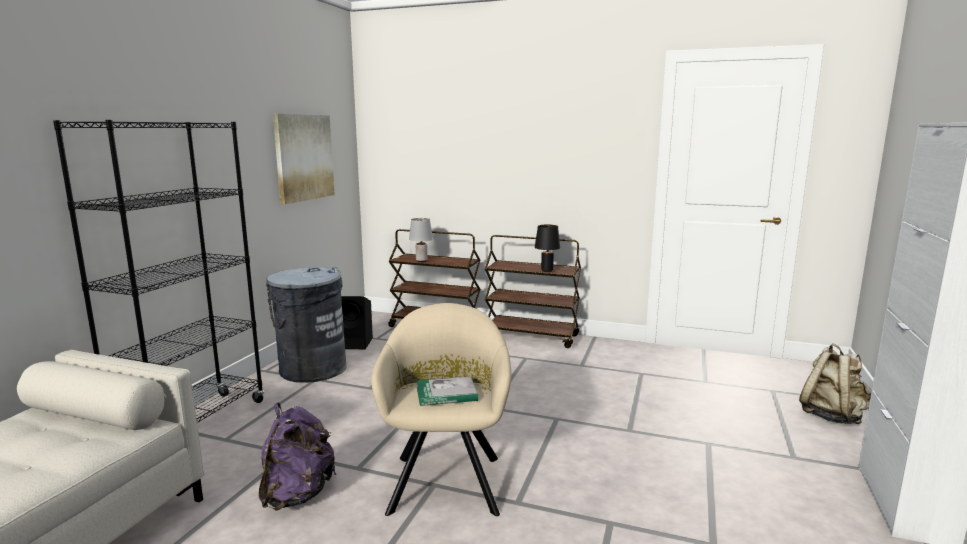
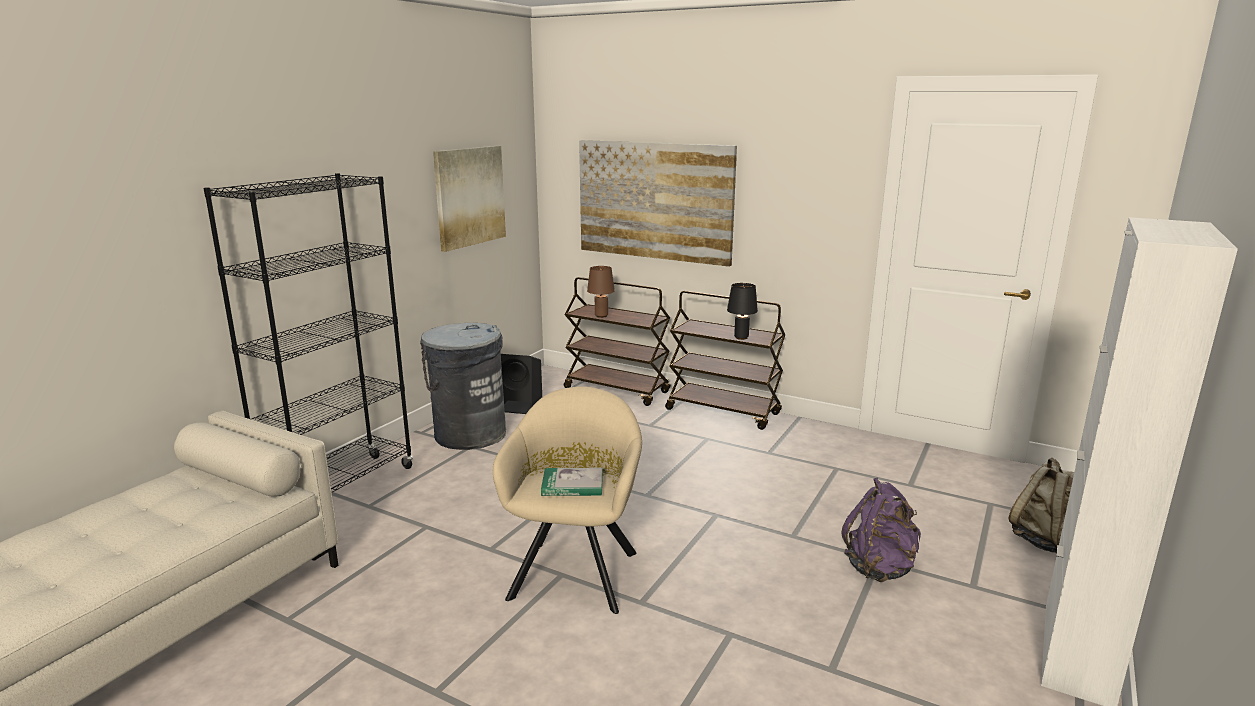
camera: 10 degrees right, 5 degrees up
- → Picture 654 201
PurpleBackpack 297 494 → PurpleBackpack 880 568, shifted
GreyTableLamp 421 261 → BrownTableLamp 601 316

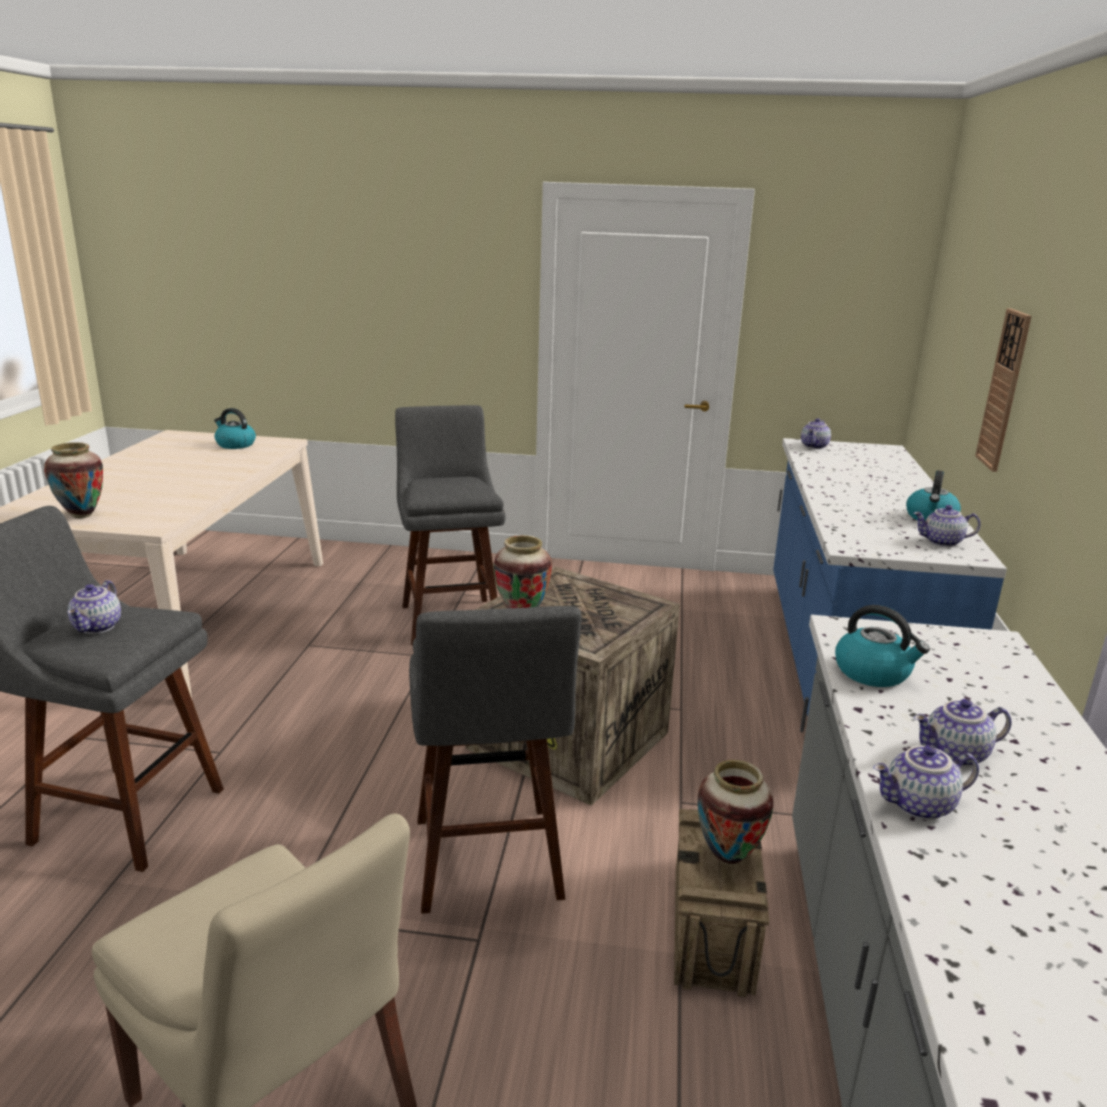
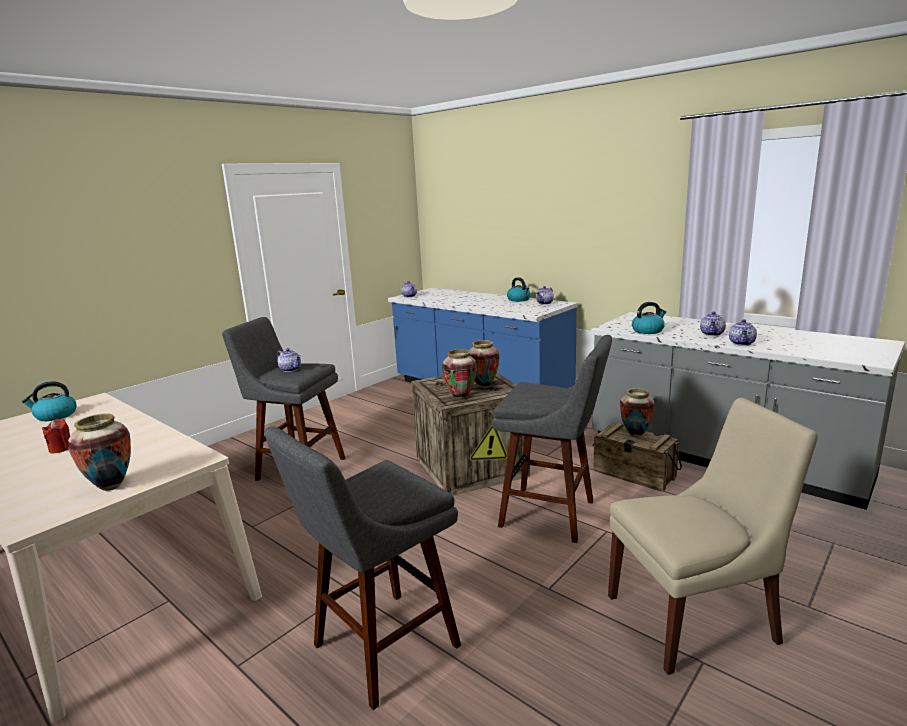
camera: 55 degrees left, 5 degrees down
WallClock 1004 390 → -
- → RedCandle 61 449
- → Vase 483 386
Teapot 98 627 → Teapot 291 369, shifted

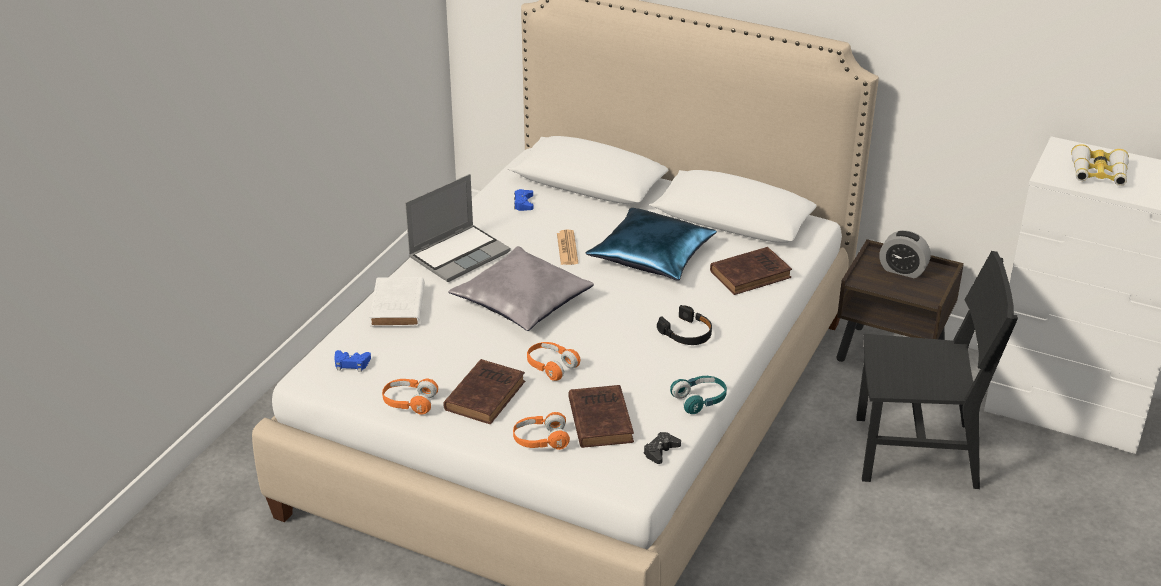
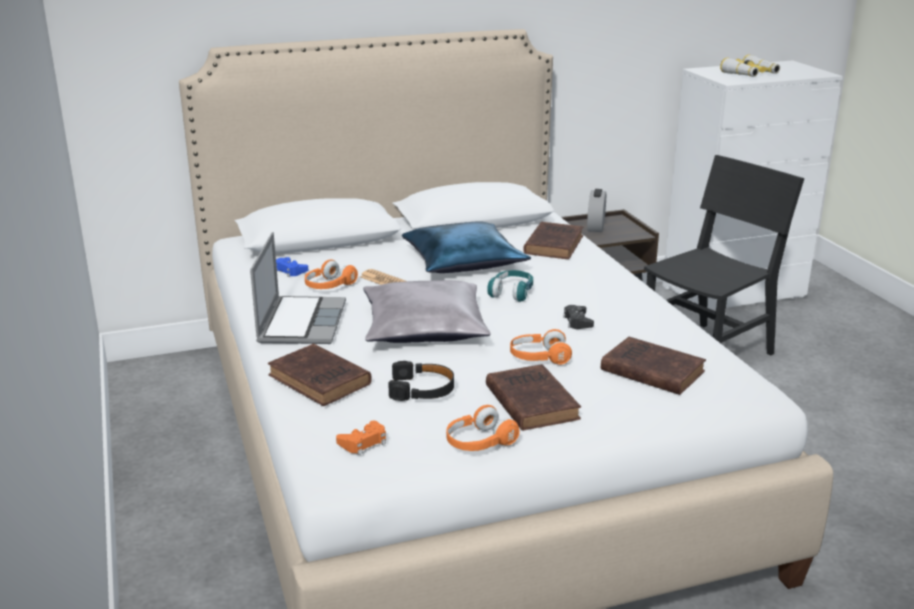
camera: 45 degrees left, 10 degrees down
OrangeHeadphones 540 440 → OrangeHeadphones 329 286, shifted
BlackGameController 661 451 → BlackGameController 577 321, shifted
BlackHeadphones 687 333 → BlackHeadphones 422 389, shifted
TurquoiseHeadphones 700 400 → TurquoiseHeadphones 512 293, shifted
BlueGameController 351 364 → OrangeGameController 363 442
WhiteBook 397 307 → BrownBook 321 381
AlarmClock 902 270 → AlarmClock 595 227, 120 degrees clockwise

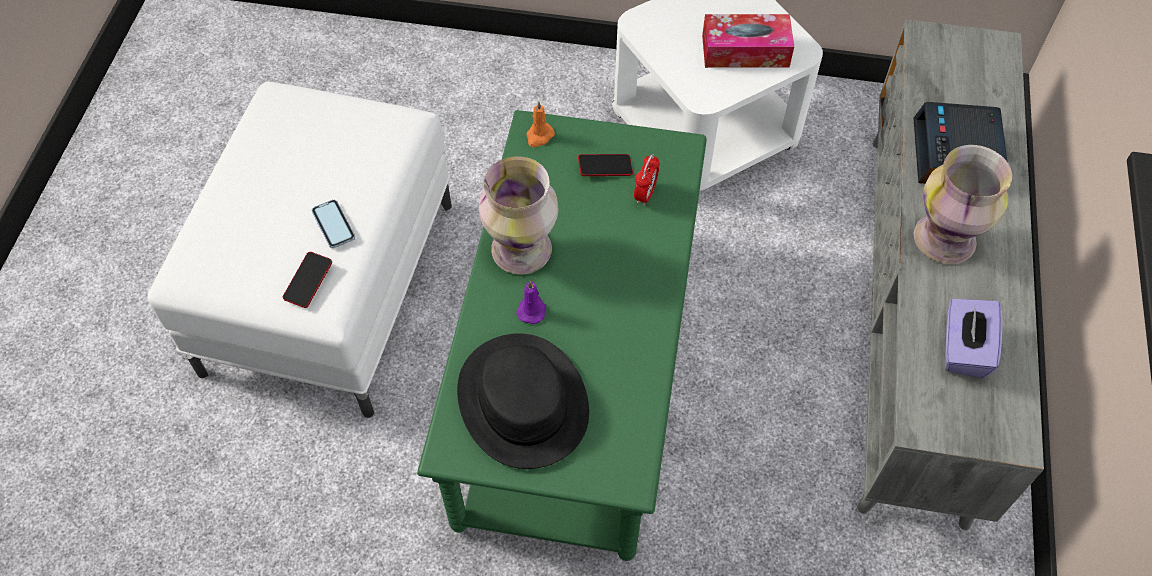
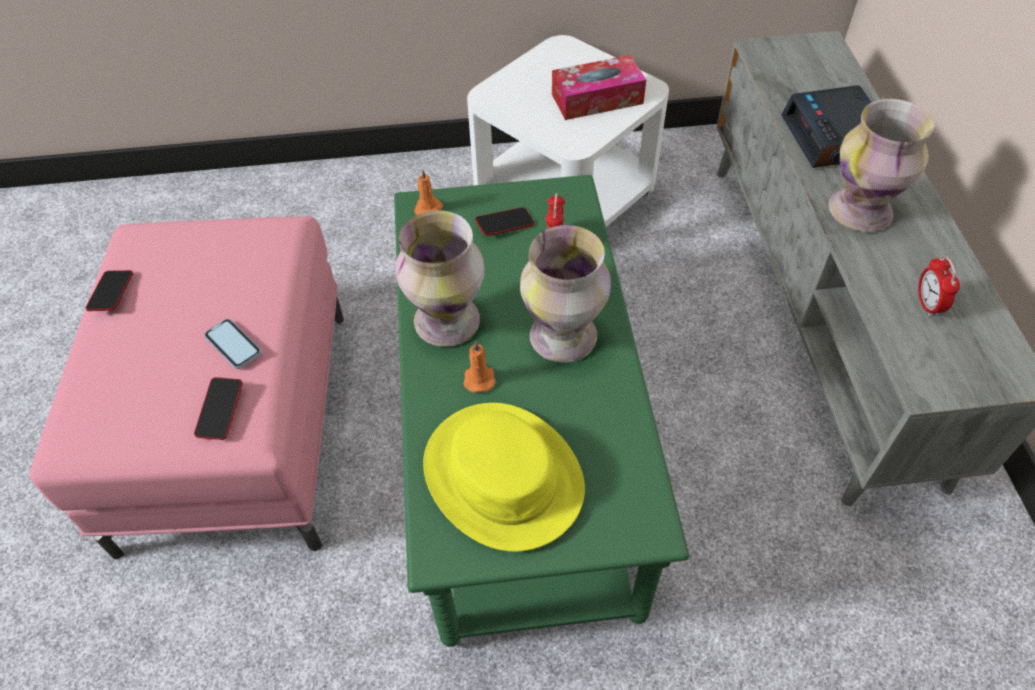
camera: 15 degrees left, 5 degrees down
- → Phone 111 293
- → Vase 562 338
PurpleTissueBox 963 349 → AlarmClock 927 305
WhiteOttoman 331 287 → PinkOttoman 240 427
BlackHat 523 401 → YellowHat 503 475
PurpleCandle 532 309 → OrangeCandle 479 378

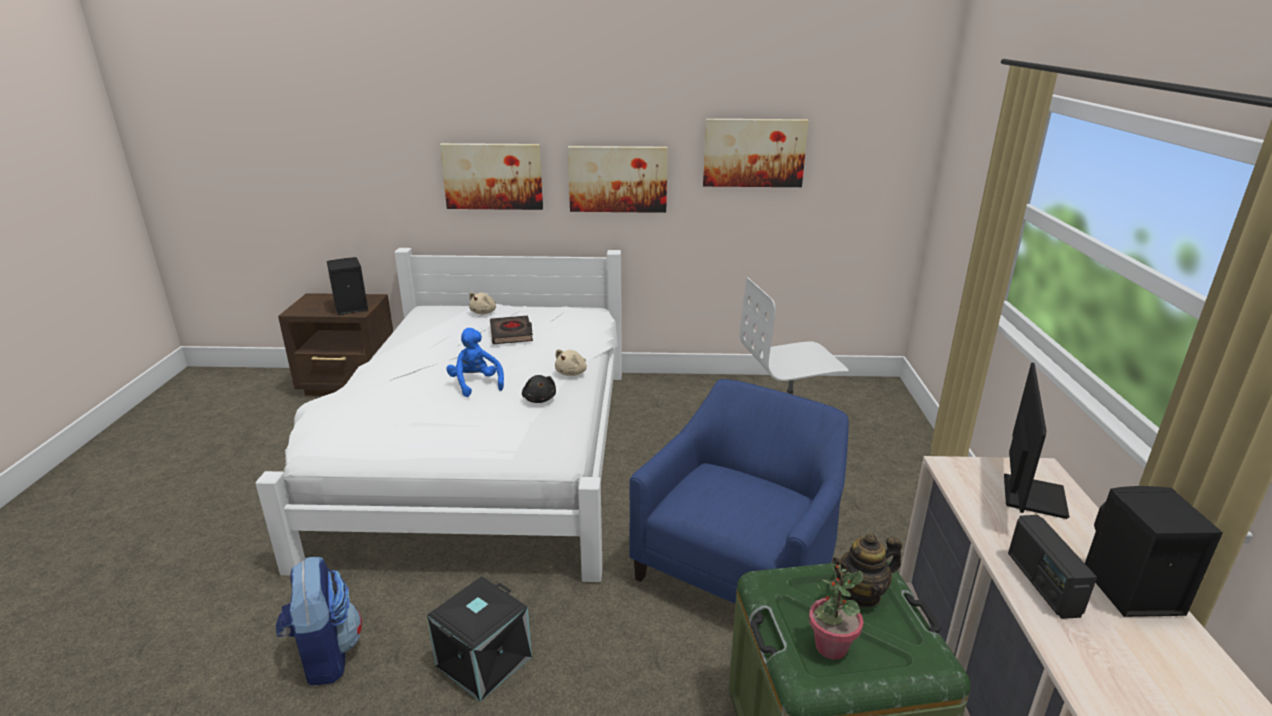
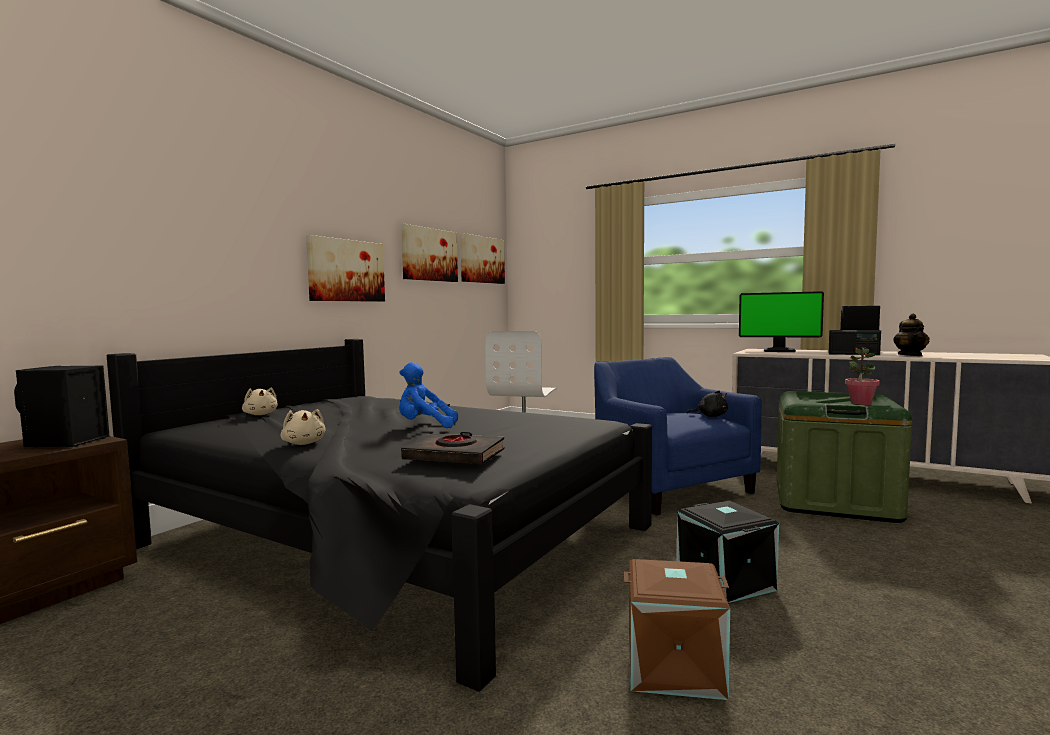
camera: 60 degrees left, 20 degrees down
Picture 493 176 → Picture 481 260, shifted
BlackBook 511 334 → BlackBook 455 456, shifted
BlackPlushToy 539 399 → BlackPlushToy 710 416, shifted
BeigePlushToy 572 373 → BeigePlushToy 304 443, shifted
Teapot 861 594 → Teapot 910 355, shifted
Backpack 325 655 → BrownStorageBox 673 667
WhiteBed 485 455 → BlackBed 395 537
Monitor 1029 495 → Monitor 779 351, 150 degrees clockwise

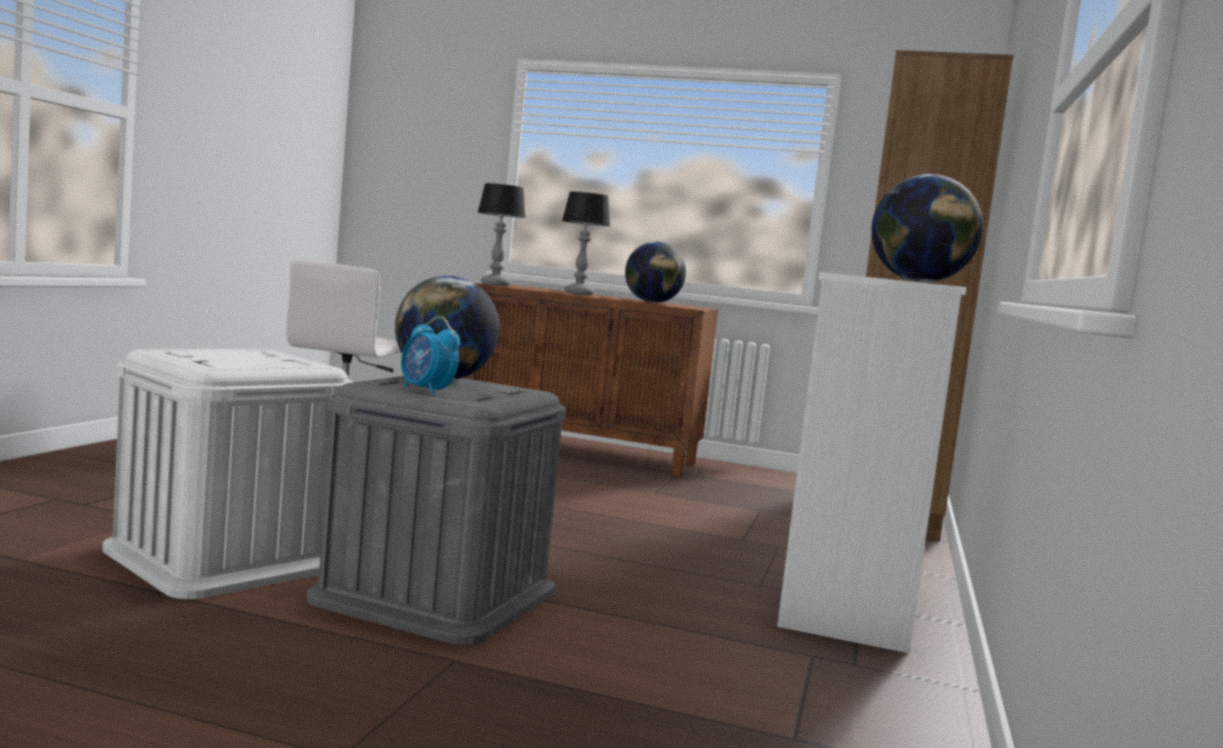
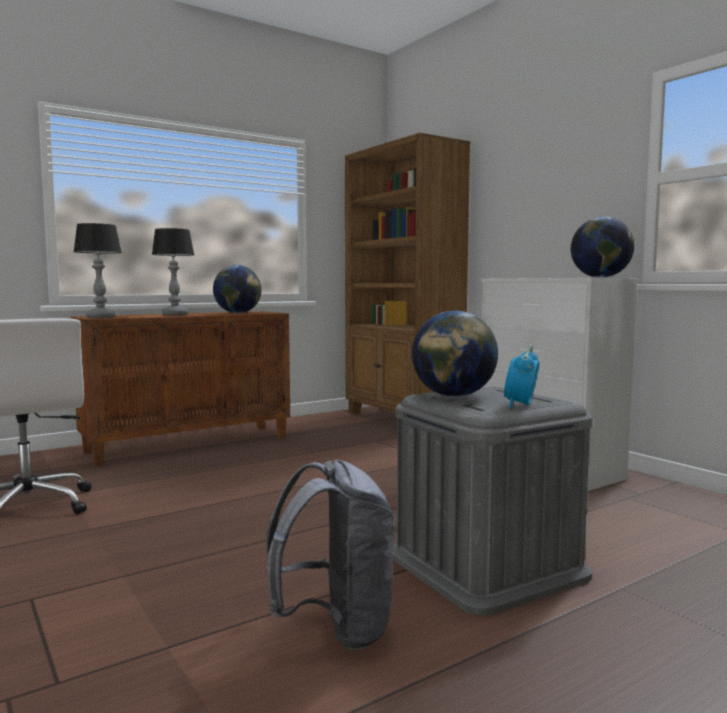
camera: 50 degrees left, 0 degrees up
WhiteStorageBox 227 557 → GreyBackpack 336 628
AlarmClock 426 391 → AlarmClock 520 405, 120 degrees clockwise

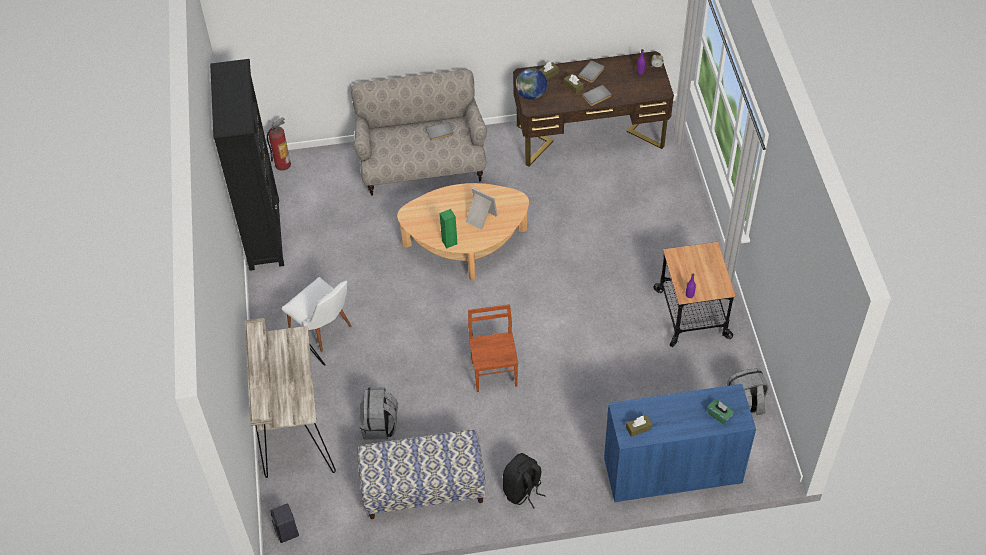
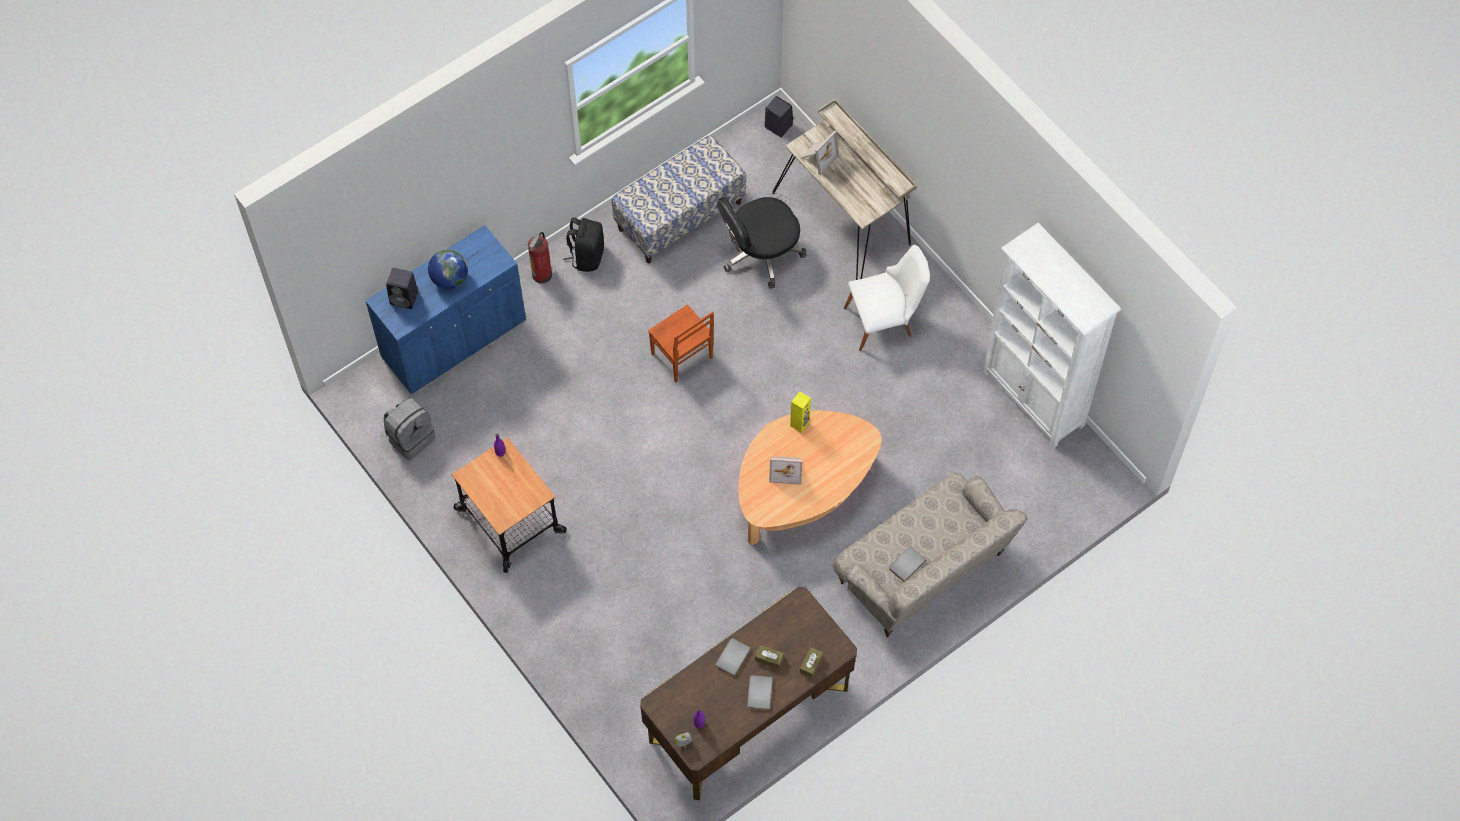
camera: 150 degrees right, 10 degrees up
BrownTissueBox 638 428 → -
- → PictureFrame 818 157
FireExtinguisher 283 164 → FireExtinguisher 542 275, shifted
Globe 531 95 → Globe 450 279, shifted
GreyBackpack 380 425 → BlackOfficeChair 760 254
GreenTissueBox 719 415 → BlackSpeaker 405 298
BlackBookcase 264 233 → WhiteBookcase 1033 399
GreenSpeaker 449 242 → YellowSpeaker 800 424
WhiteChair 324 330 → WhiteChair 885 321, 150 degrees clockwise

